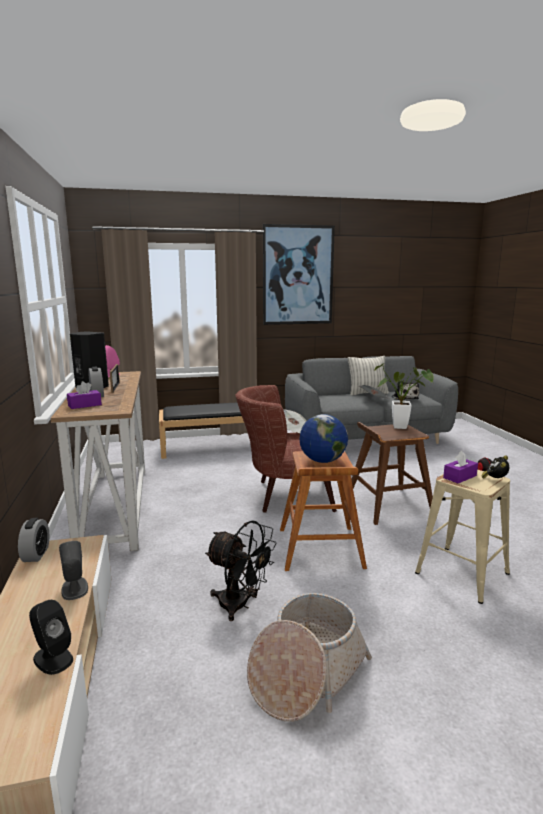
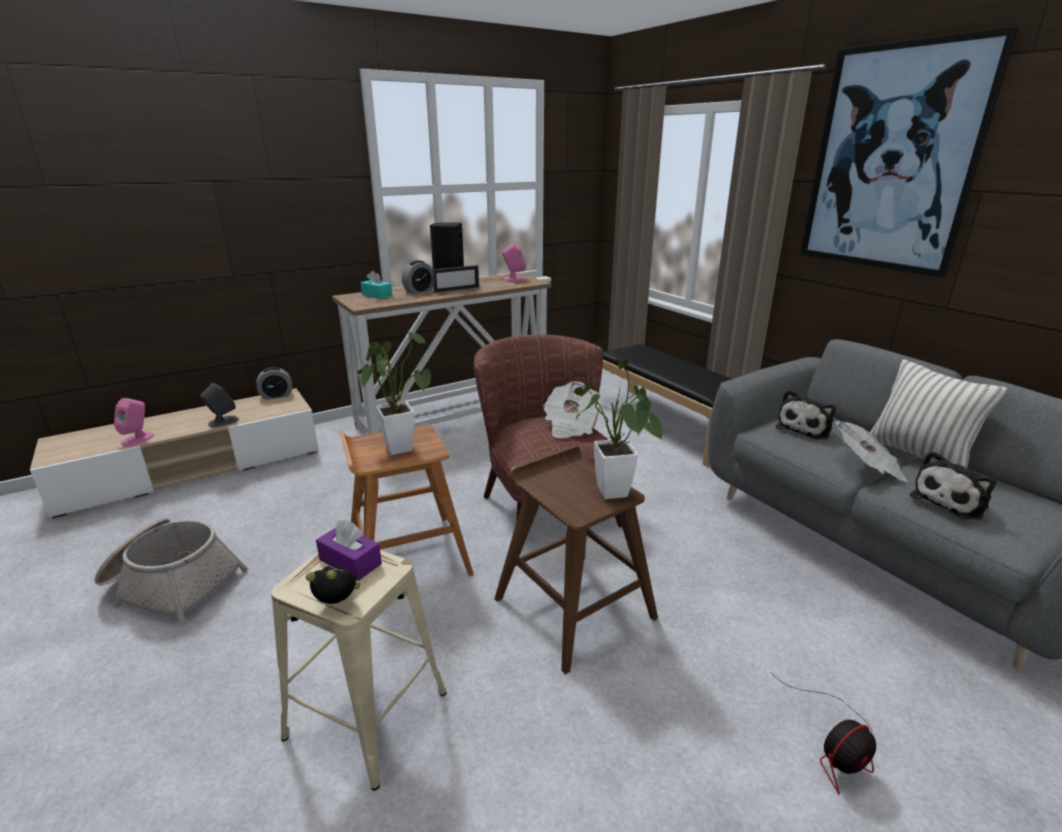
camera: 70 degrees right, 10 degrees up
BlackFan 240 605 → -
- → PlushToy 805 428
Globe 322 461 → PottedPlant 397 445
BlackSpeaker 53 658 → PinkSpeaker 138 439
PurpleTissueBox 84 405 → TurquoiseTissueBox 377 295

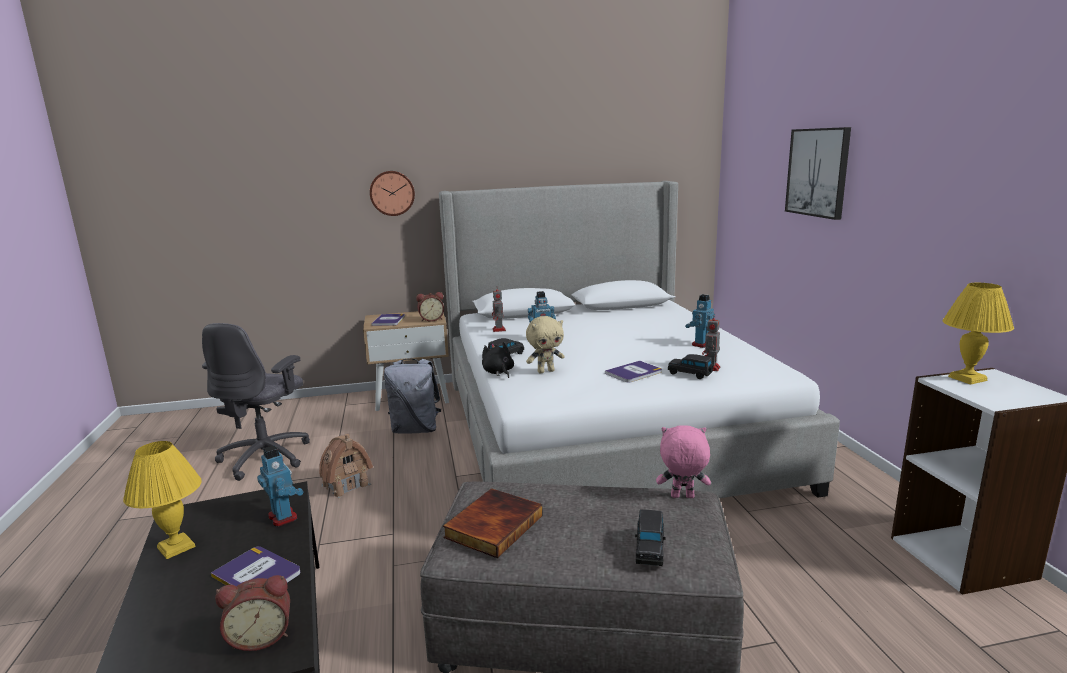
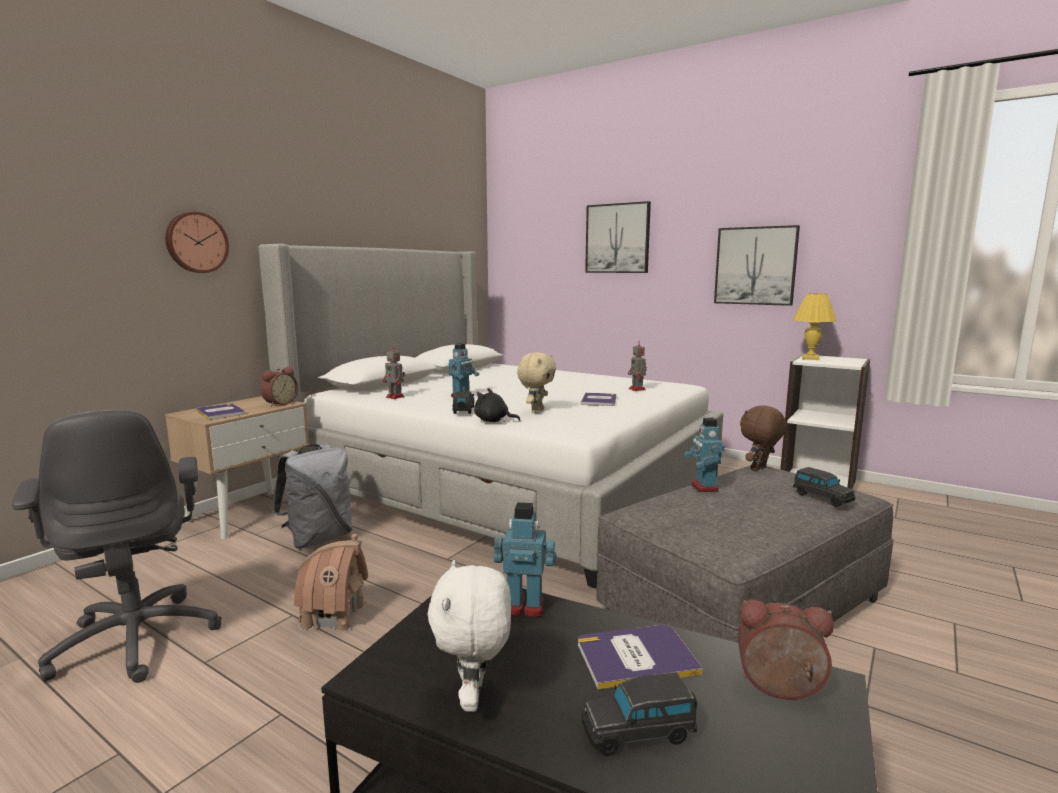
camera: 45 degrees left, 5 degrees down
Book 493 525 → -
- → Picture 755 266
BlackToyCar 690 374 → BlackToyCar 639 733, shifted
ToyRobot 701 344 → ToyRobot 704 487, shifted
YellowTableLamp 175 548 → WhitePlushToy 474 698
PinkPlushToy 682 497 → BrownPlushToy 759 469
AlarmClock 261 636 → AlarmClock 779 690, 105 degrees counterclockwise

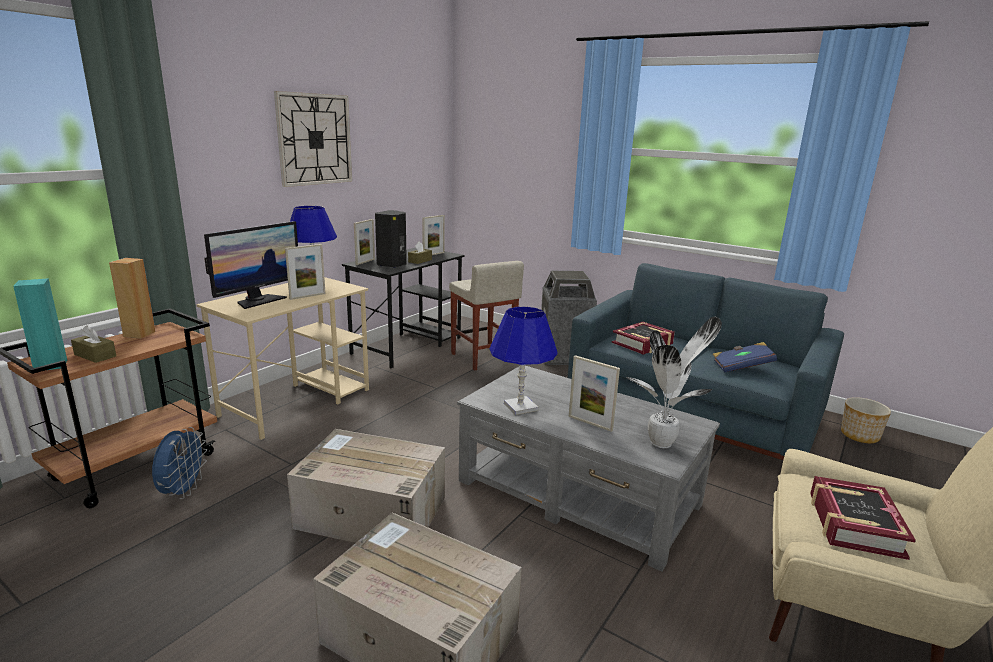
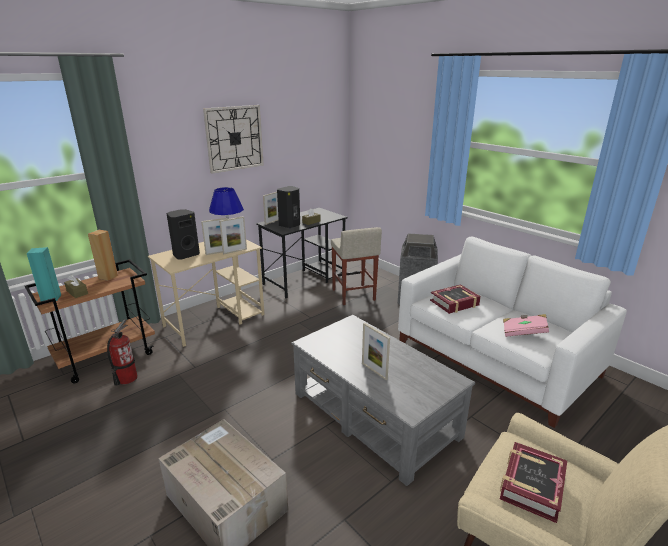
camera: 15 degrees right, 5 degrees up
CardboardBox 370 513 → -
BlueTableLamp 520 407 → -
PottedPlant 663 443 → -
Planter 859 435 → -
PictureFrame 433 254 → PictureFrame 235 251, shifted
BlueFan 183 491 → FireExtinguisher 126 378
Monitor 258 301 → BlackSpeaker 185 255
BlueSofa 693 414 → WhiteSofa 495 359
BlueBook 741 367 → PinkBook 523 333

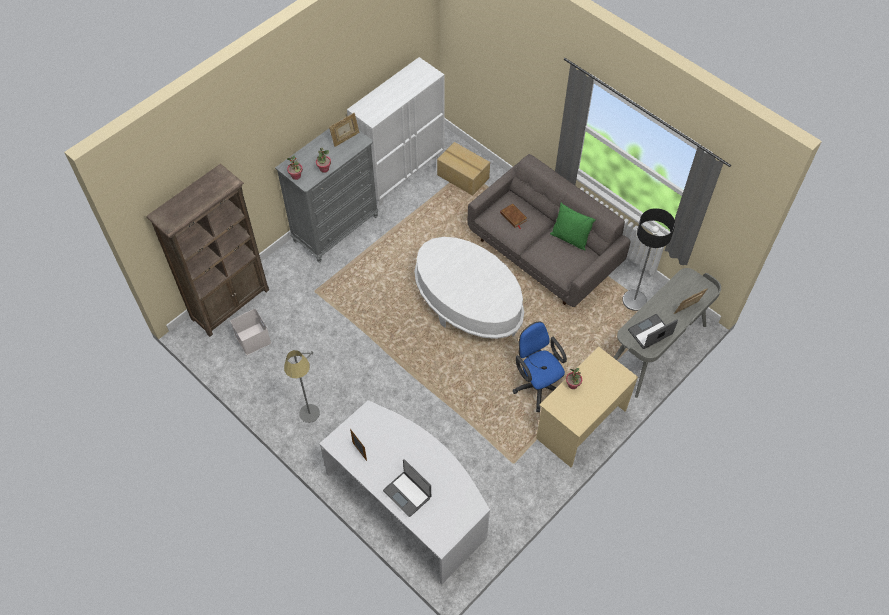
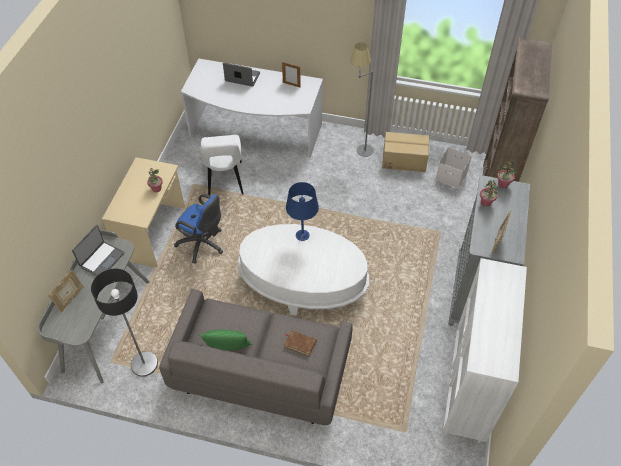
camera: 150 degrees right, 5 degrees down
- → WhiteChair 225 182
- → BlueTableLamp 302 235
CardboardBox 463 177 → CardboardBox 404 159, shifted

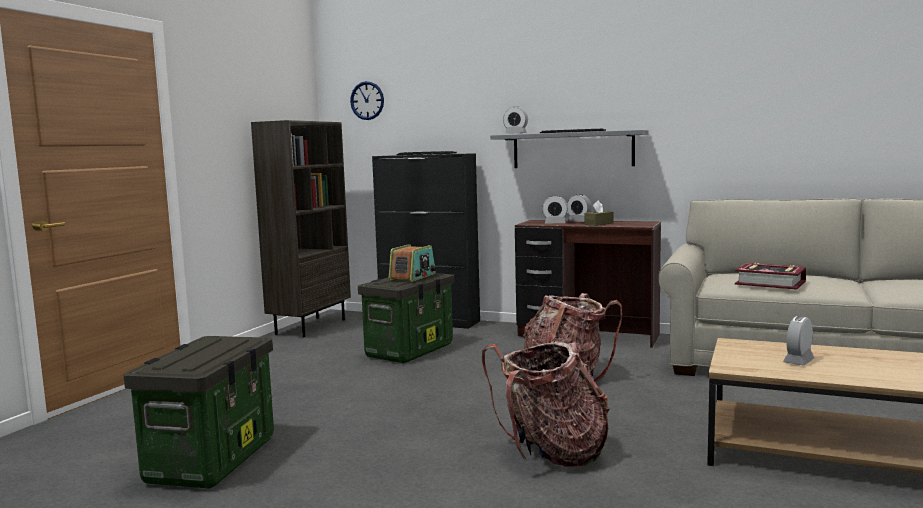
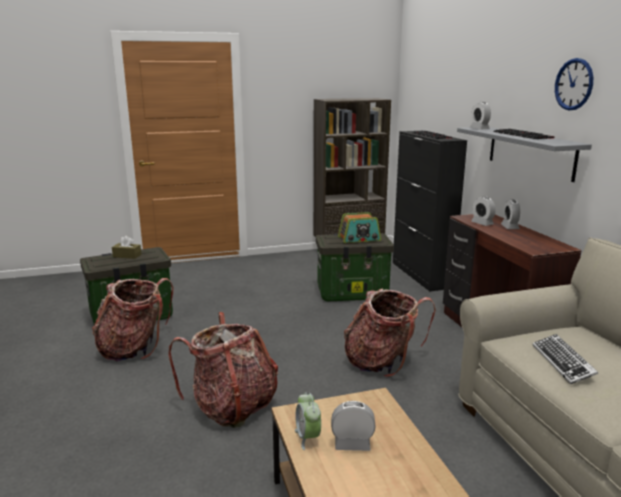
camera: 50 degrees right, 10 degrees up
- → Backpack 134 348
- → AlarmClock 308 437
WallClock 367 100 → WallClock 574 84, shifted
BrownTissueBox 599 224 → BrownTissueBox 127 256, shifted
Book 770 283 → Keyboard 562 363

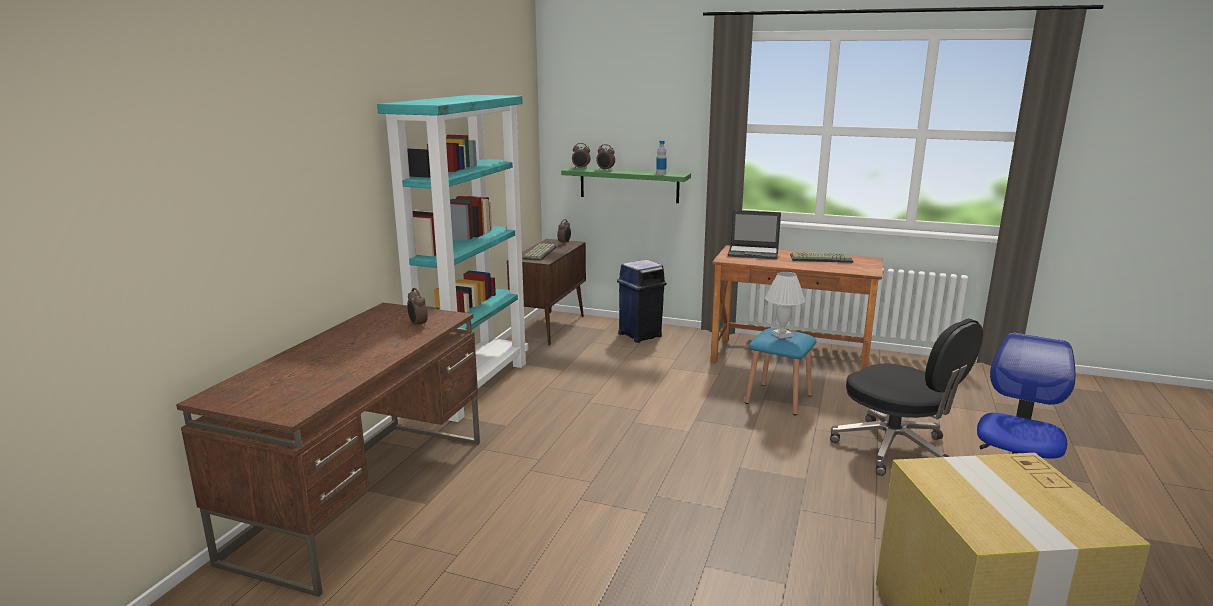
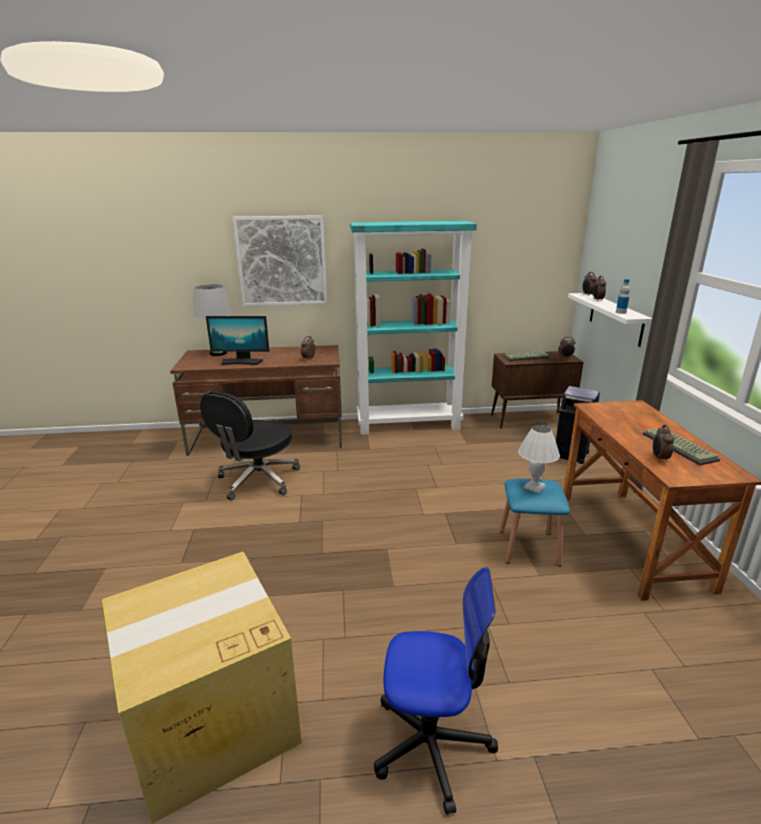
camera: 65 degrees right, 5 degrees up
Laptop 754 253 → -
- → GreyTableLamp 218 353
- → Monitor 241 362
- → Picture 282 261
- → AlarmClock 659 458
BlackOfficeChair 896 450 → BlackOfficeChair 257 480, shifted
GreenShelf 629 185 → WhiteShelf 615 318

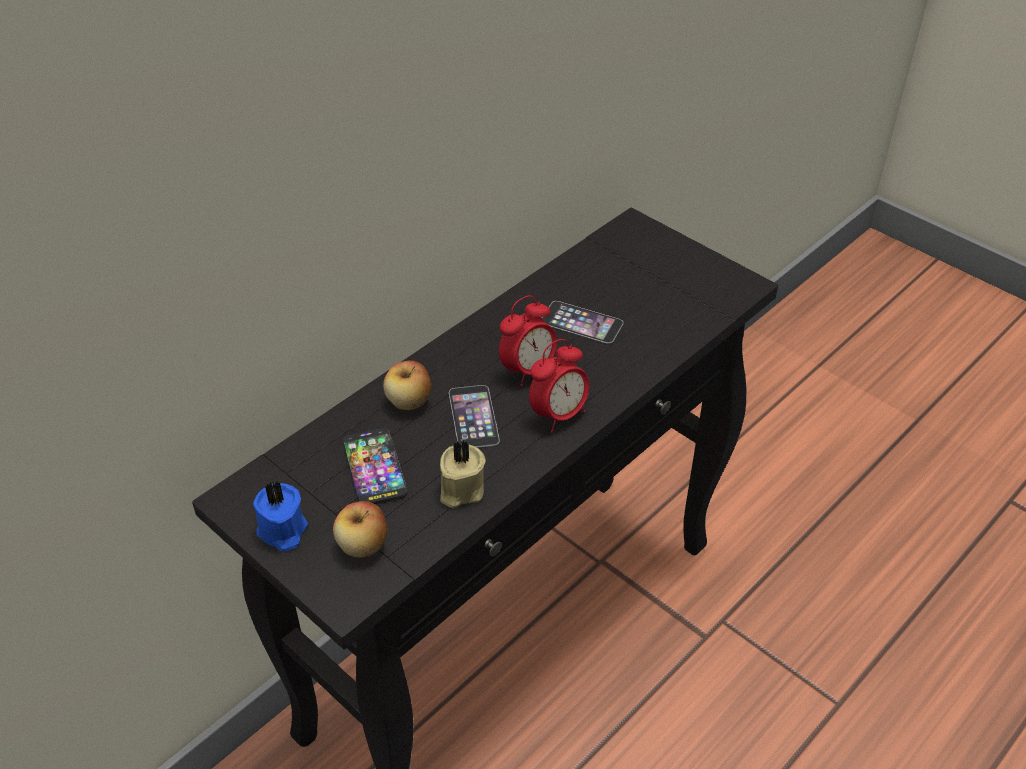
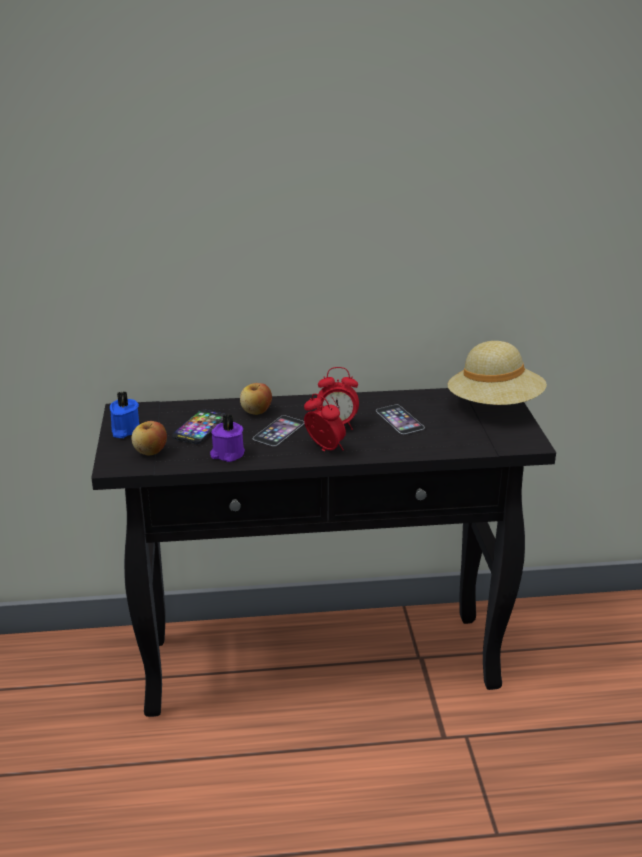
camera: 40 degrees right, 15 degrees down
- → BeigeHat 494 406
BeigeCandle 460 489 → PurpleCandle 227 454
AlarmClock 558 414 → AlarmClock 324 449, 135 degrees counterclockwise

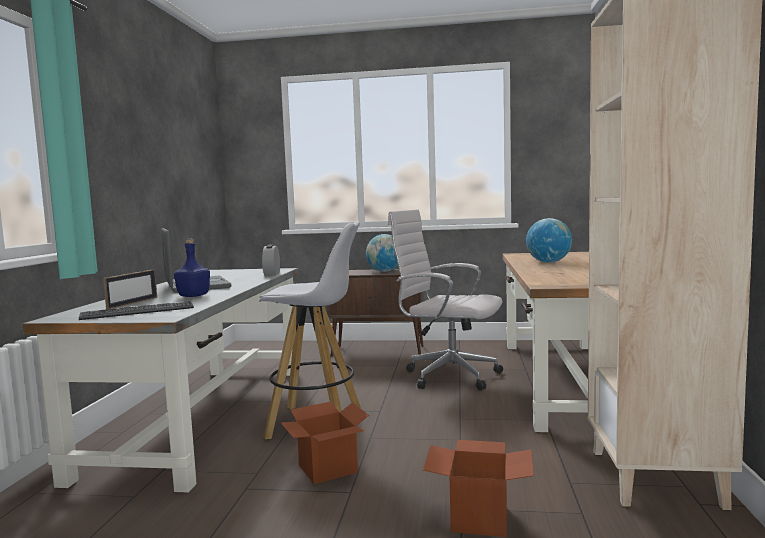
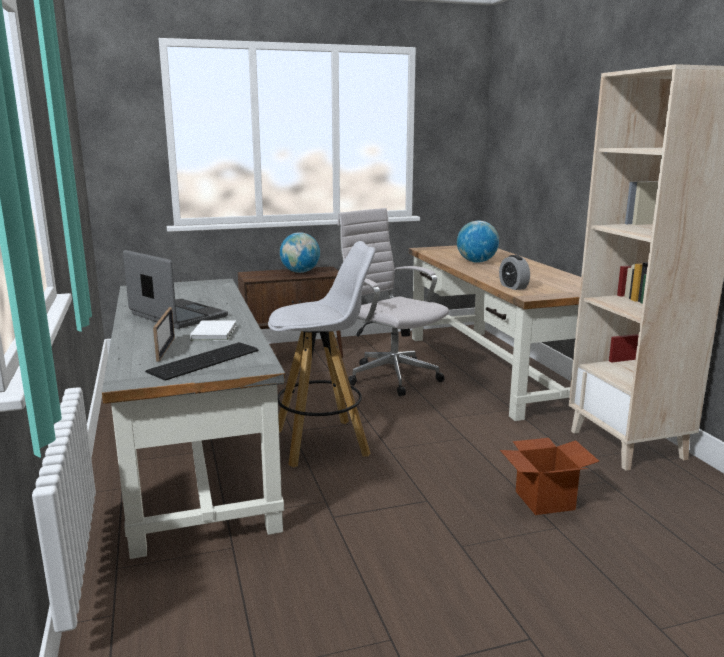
camera: 25 degrees left, 10 degrees up
CardboardBox 328 469 → -
AlarmClock 272 274 → AlarmClock 513 287, shifted
BlueBottle 194 296 → WhiteBook 215 332
WhiteOfficeChair 447 375 → WhiteOfficeChair 390 376, 45 degrees clockwise

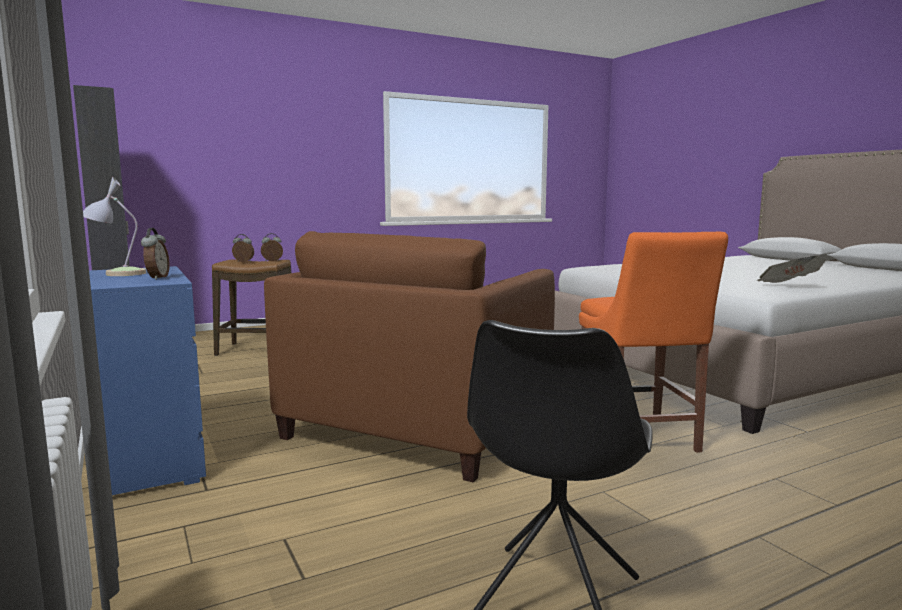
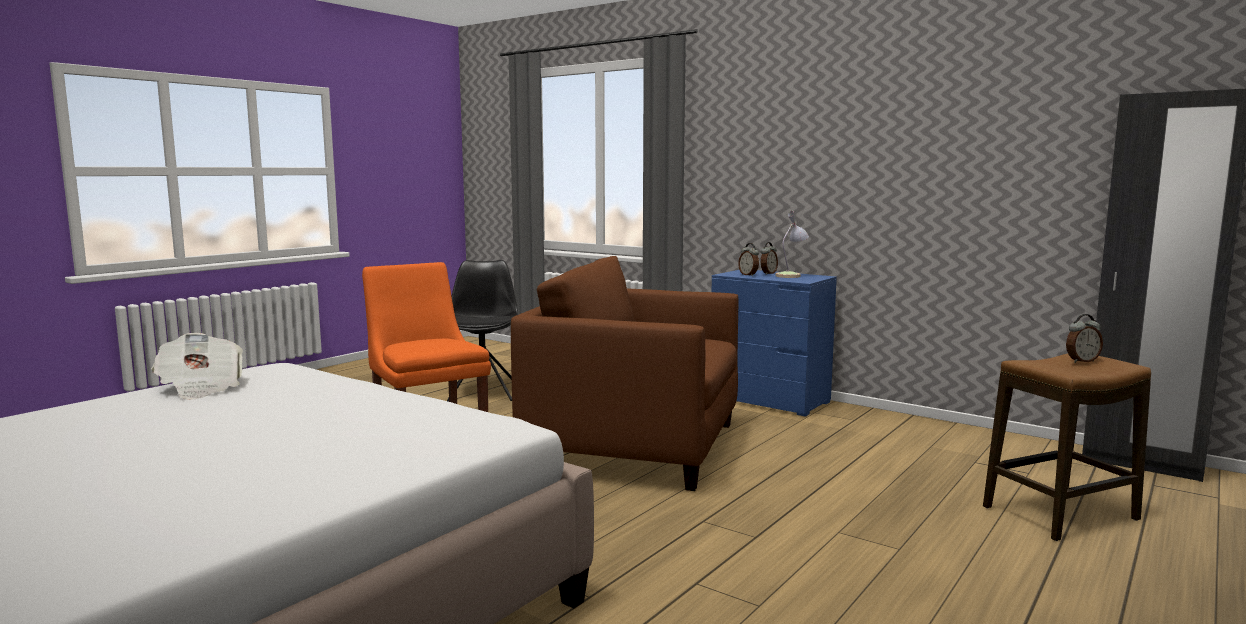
camera: 155 degrees right, 0 degrees up
AlarmClock 272 261 → AlarmClock 768 274, shifted
BrownArmchair 418 426 → BrownArmchair 635 446, 75 degrees counterclockwise

